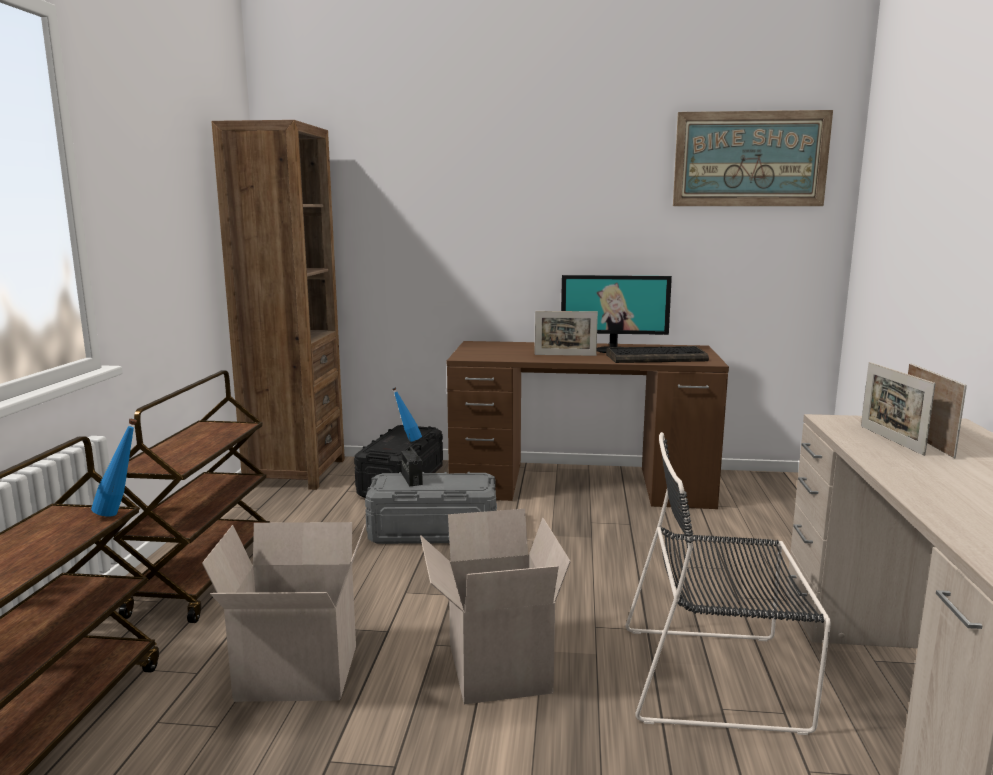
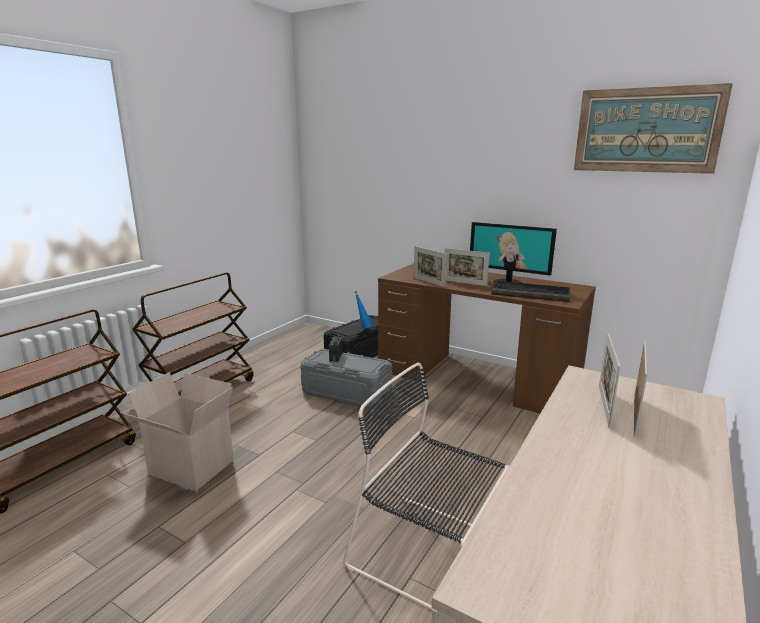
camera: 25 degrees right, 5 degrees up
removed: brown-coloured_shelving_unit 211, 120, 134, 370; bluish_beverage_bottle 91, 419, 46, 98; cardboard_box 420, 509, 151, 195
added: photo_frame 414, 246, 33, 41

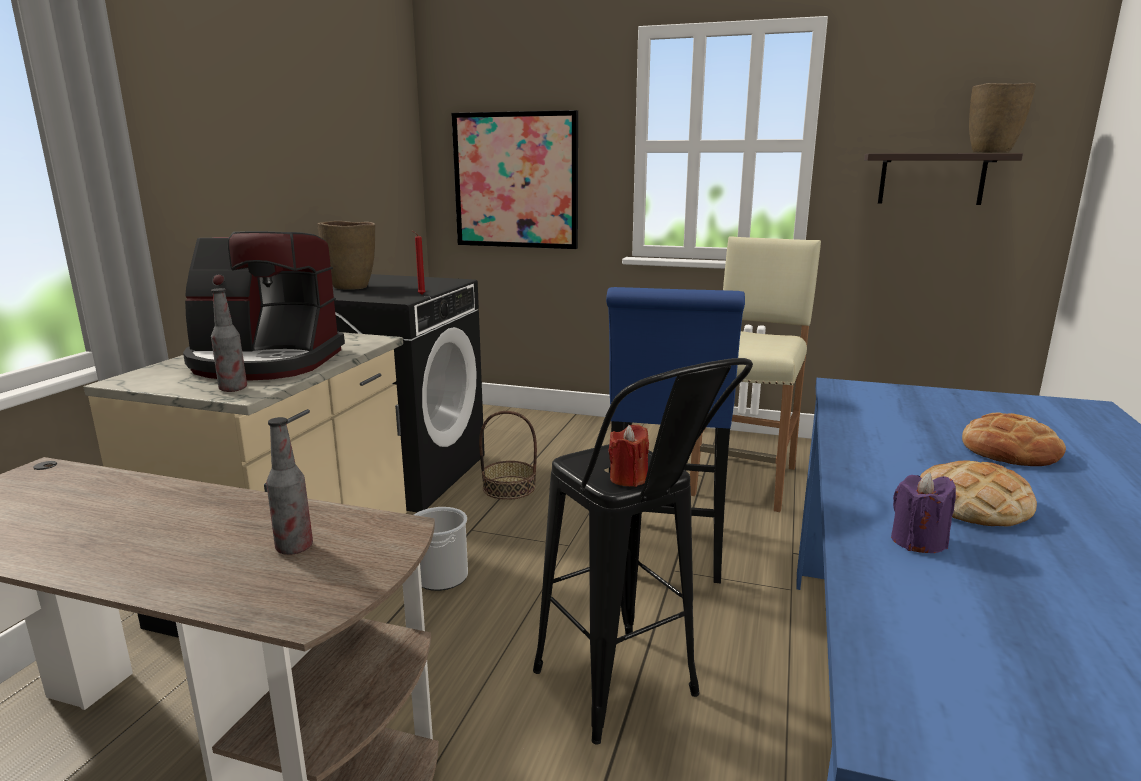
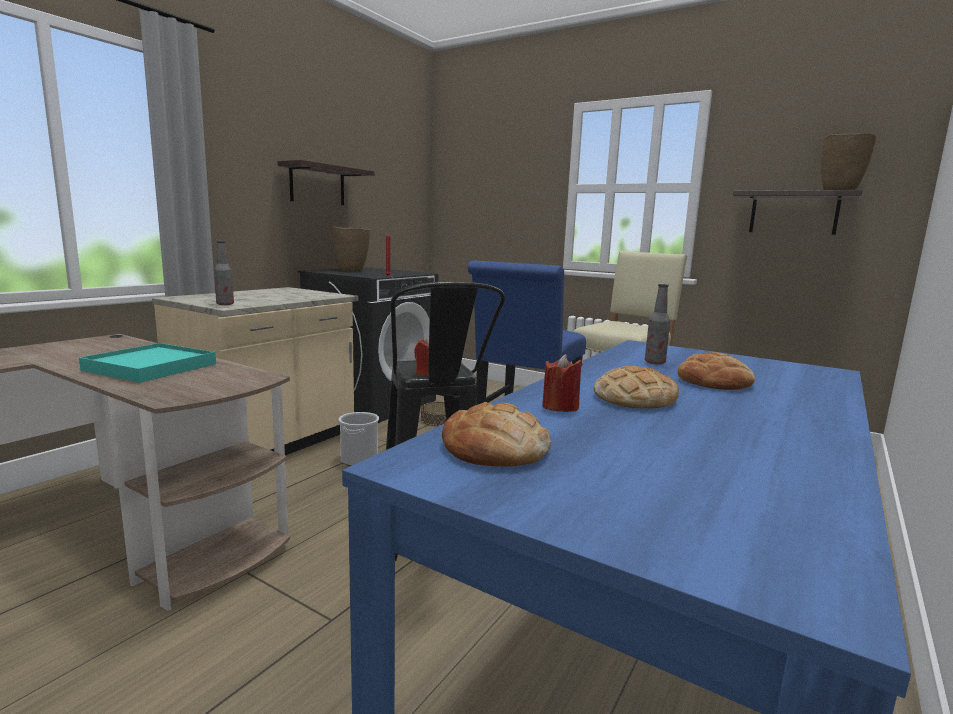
camera: 15 degrees right, 5 degrees down
removed: wall_picture 451, 110, 127, 139; coffee_maker 183, 231, 162, 149
added: wall_shelf 277, 160, 98, 45; turquoise_serving_tray 79, 343, 137, 40; bakery_bread 442, 402, 109, 65
moved: beverage_bottle 266, 417, 47, 138 to 645, 284, 25, 80
recoloured: purplish_wax_candle 891, 472, 65, 81 to red-coloured_wax_candle 542, 354, 41, 58

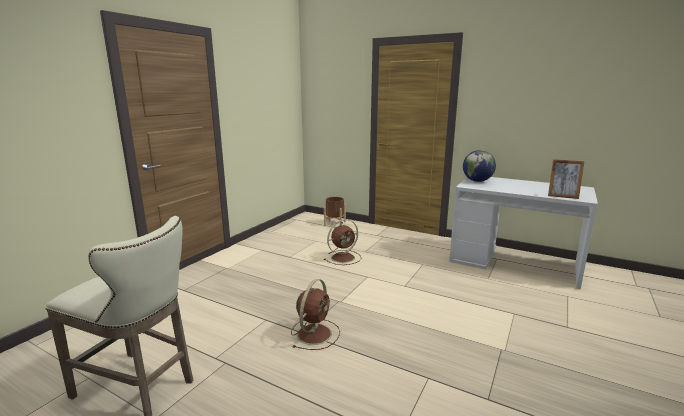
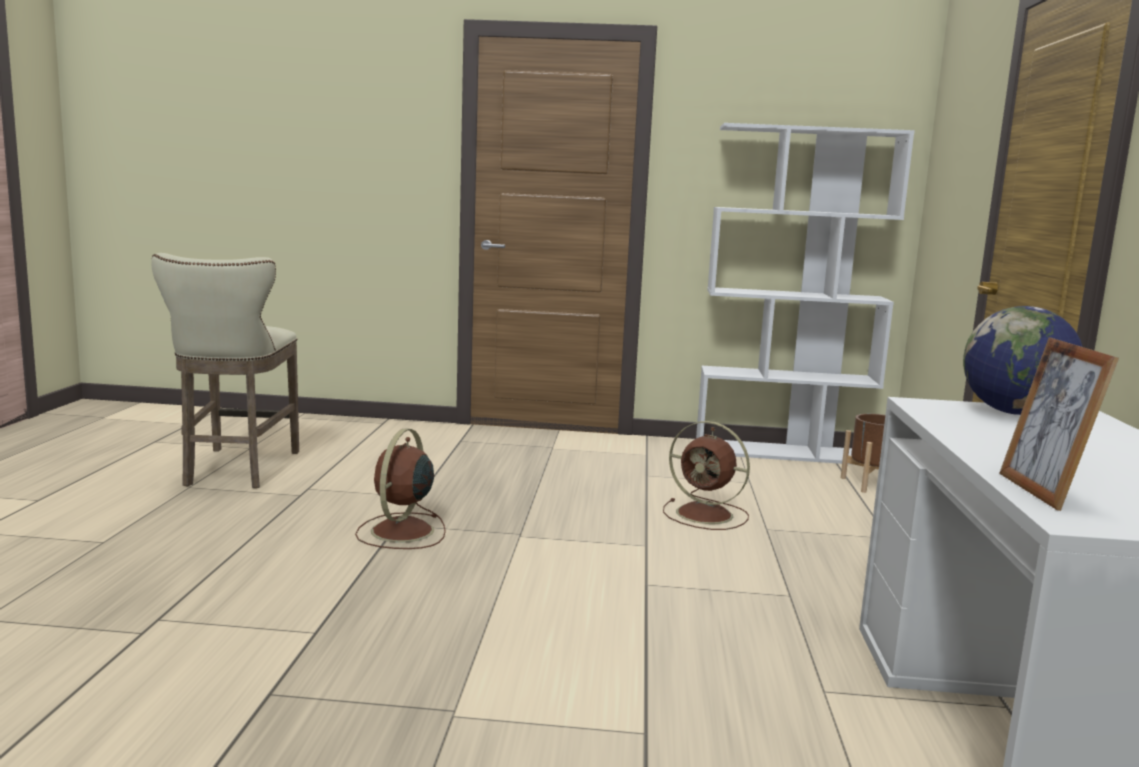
camera: 65 degrees right, 5 degrees down
added: white-coloured_shelving_unit 696, 123, 219, 342
turned: brown-coloured_fan 291, 279, 49, 71 = 355, 429, 91, 120 105 degrees clockwise

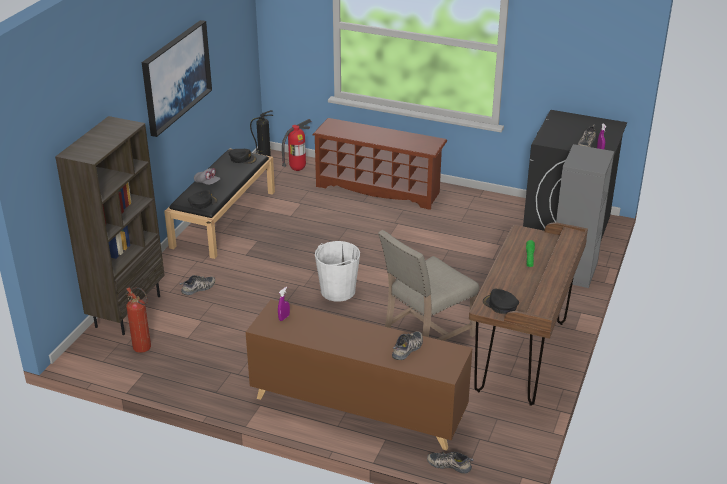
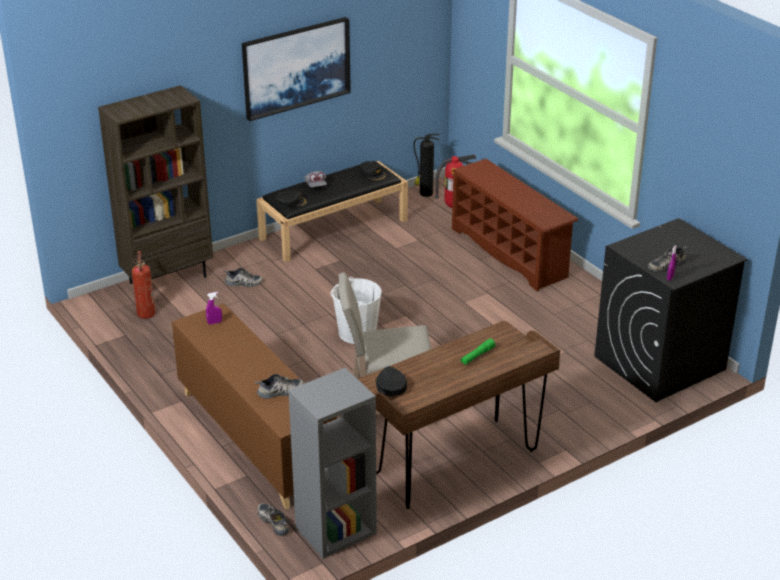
camera: 35 degrees right, 0 degrees up
moved: greyish_shelving_unit 556, 144, 58, 144 to 288, 368, 89, 191

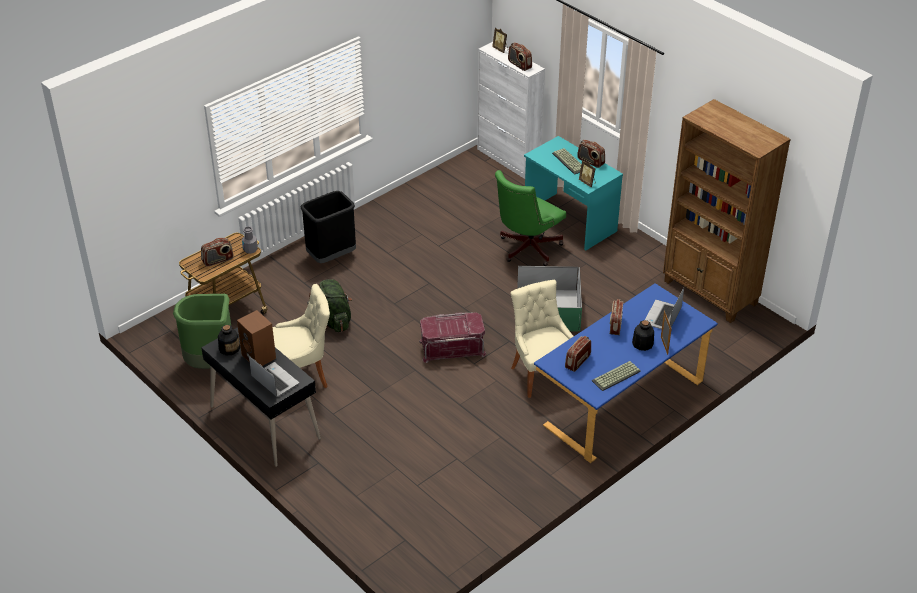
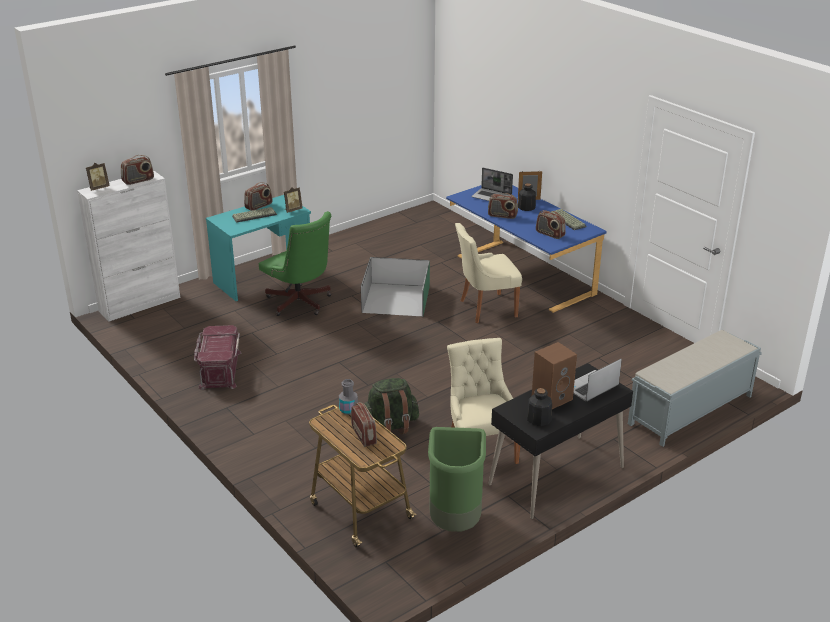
camera: 85 degrees left, 10 degrees down
removed: brown-coloured_shelving_unit 663, 99, 128, 224; blackish_trash_can 301, 191, 55, 72
added: greyish_indoor_bench 628, 330, 134, 117
moved: red-coloured_storage_container 419, 312, 67, 51 to 194, 325, 47, 65

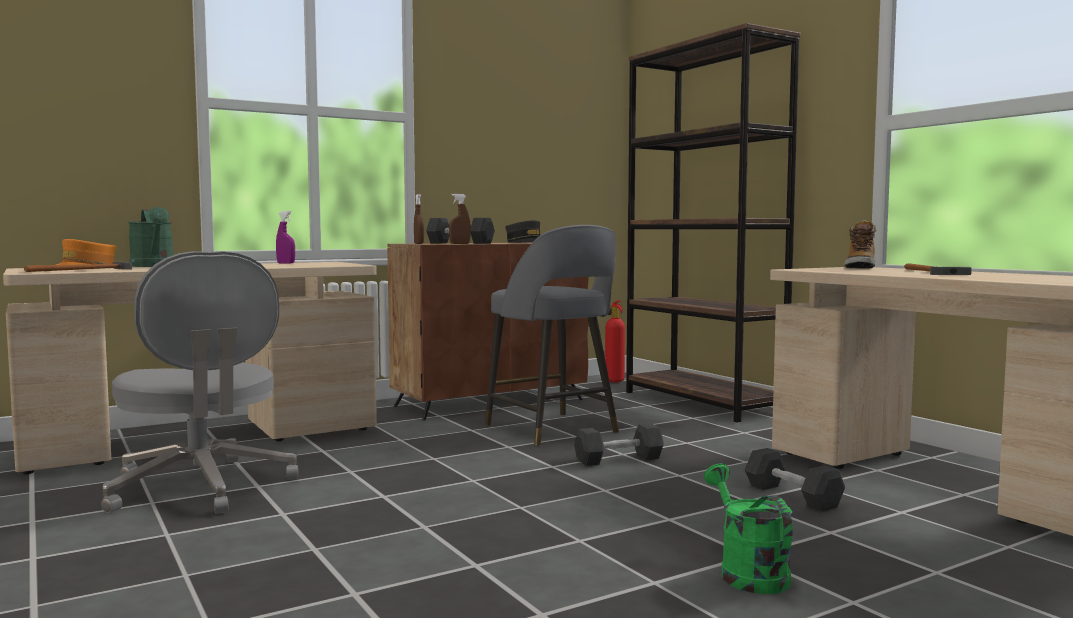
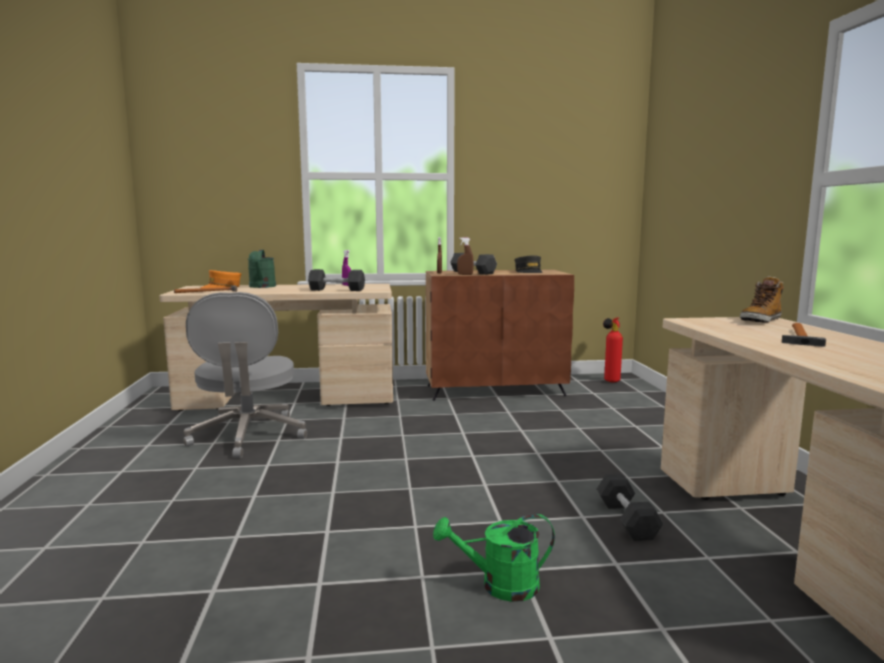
camera: 25 degrees right, 5 degrees up
removed: brown-coloured_shelving_unit 626, 23, 175, 399; greyish_stool_seat 485, 225, 134, 221
moved: blackish_hand_weight 574, 423, 90, 43 to 308, 269, 57, 22
turned: greenish_watering_pot 704, 463, 88, 131 = 433, 514, 122, 88 105 degrees counterclockwise

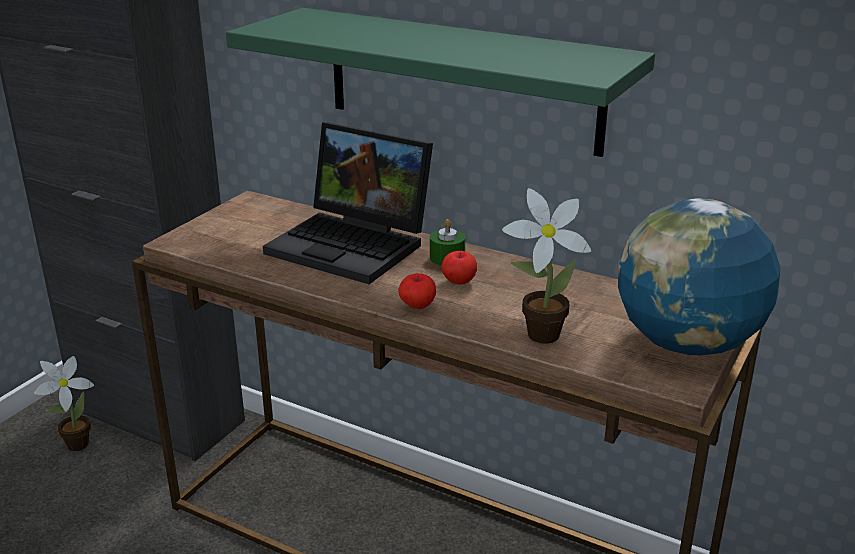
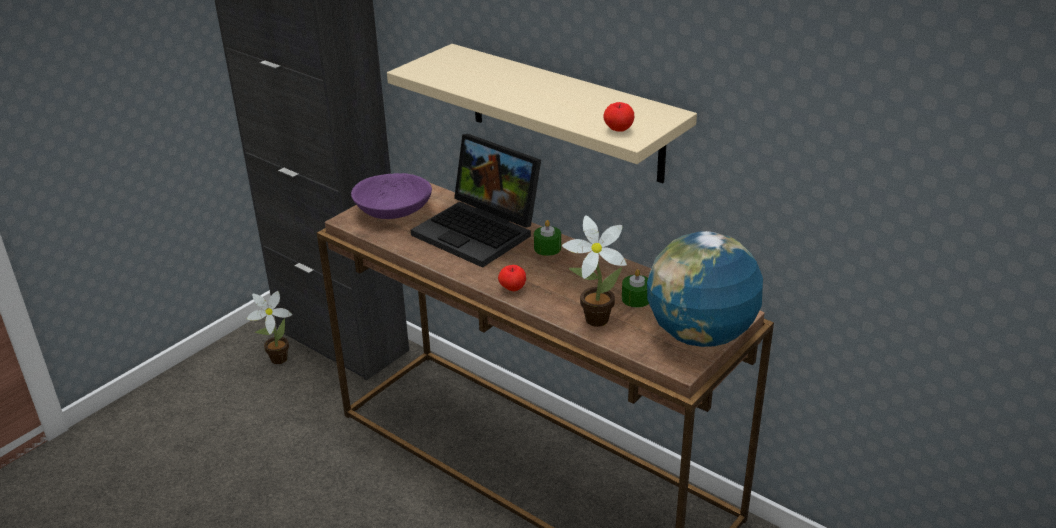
camera: 10 degrees right, 5 degrees up
added: purplish_bowl 351, 173, 81, 46; greenish_wax_candle 622, 269, 27, 39
moved: whole_apple 441, 251, 36, 34 to 603, 102, 31, 30
recoloured: greenish_wall_shelf 226, 8, 429, 149 to beige_wall_shelf 387, 44, 310, 139

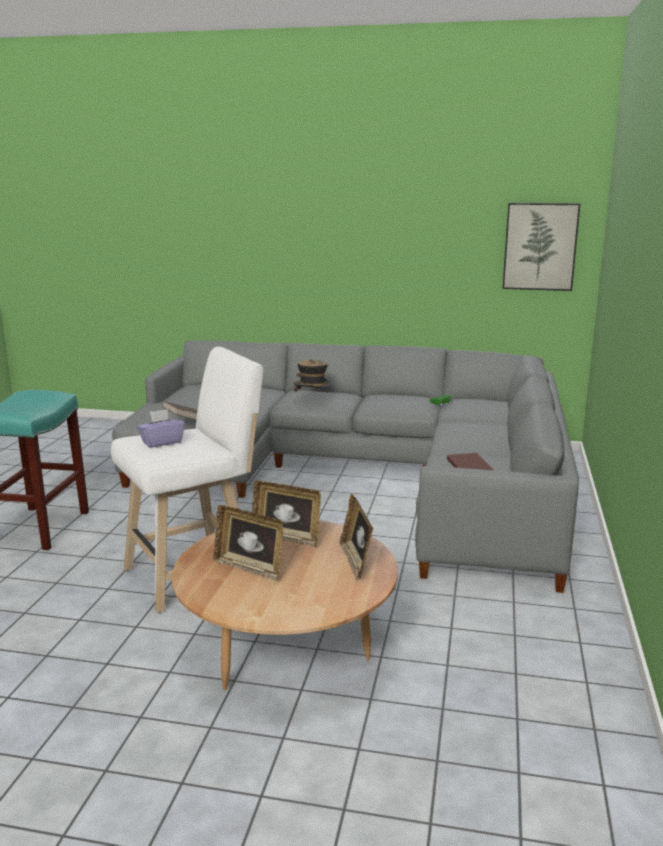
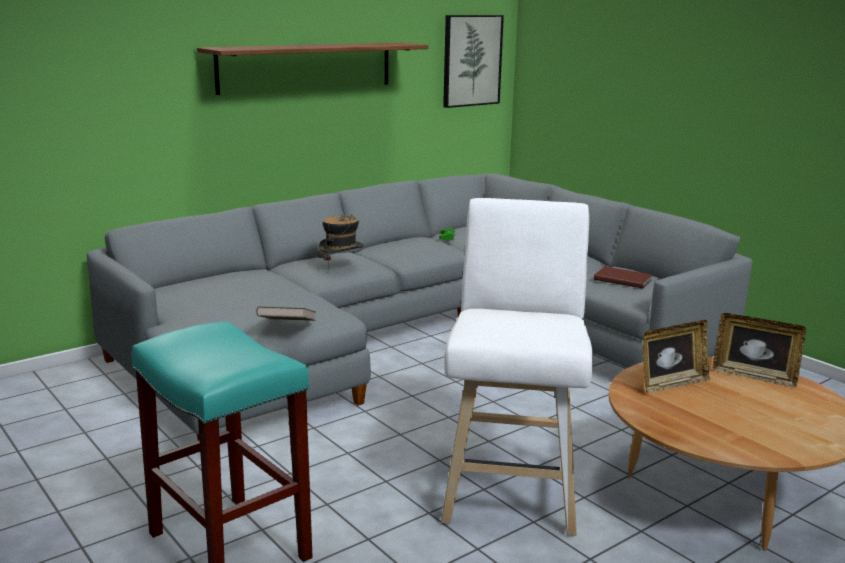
camera: 50 degrees left, 0 degrees up
removed: purplish_tissue_box 137, 409, 48, 39; photo_frame 213, 505, 70, 76
added: wall_shelf 197, 42, 231, 53

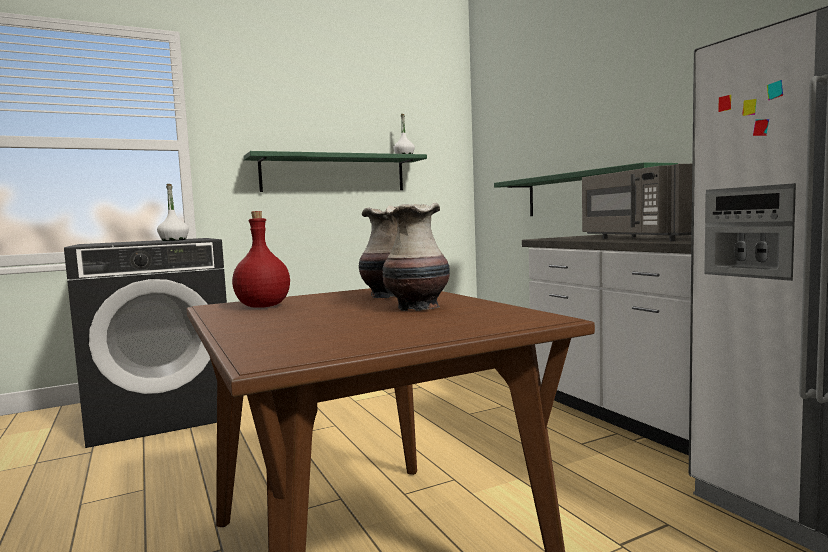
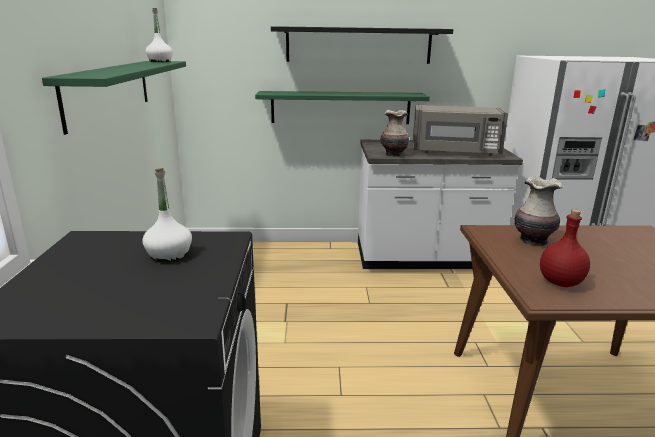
camera: 65 degrees left, 15 degrees up
added: blackish_wall_shelf 271, 26, 182, 38
moved: vase 382, 203, 68, 108 to 380, 110, 29, 47

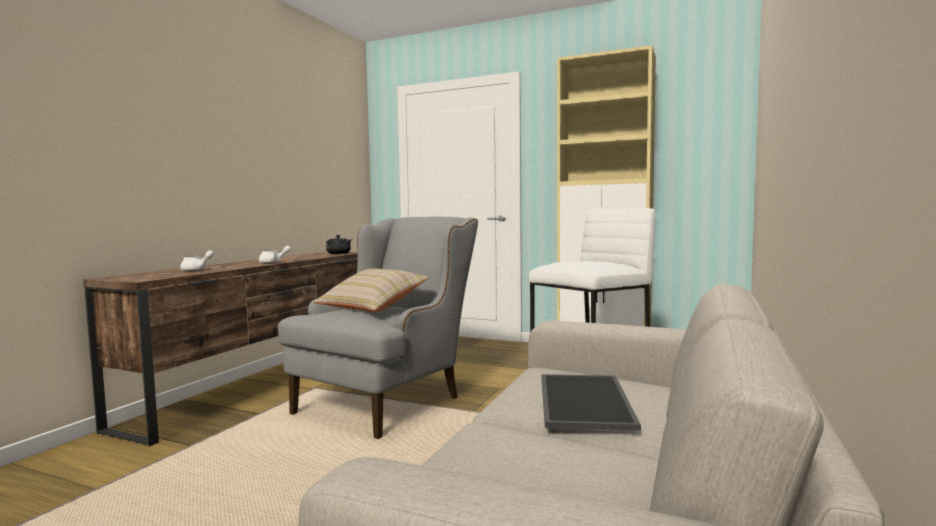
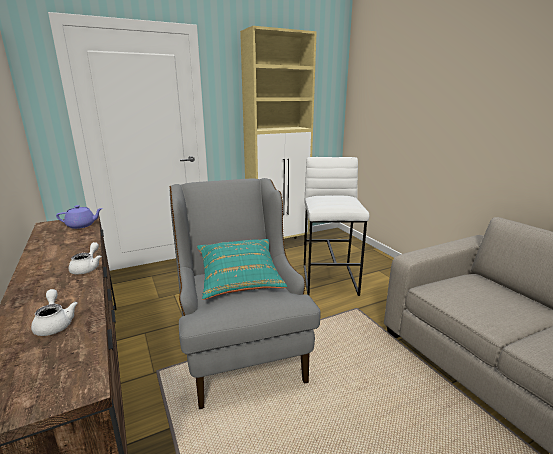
camera: 50 degrees left, 15 degrees up
removed: serving_tray 542, 374, 99, 57
recoloured: blackish_pot_for_tea 326, 235, 26, 19 to purplish_pot_for_tea 56, 205, 47, 24; beige_cushion 313, 269, 115, 43 to turquoise_cushion 196, 239, 91, 61

